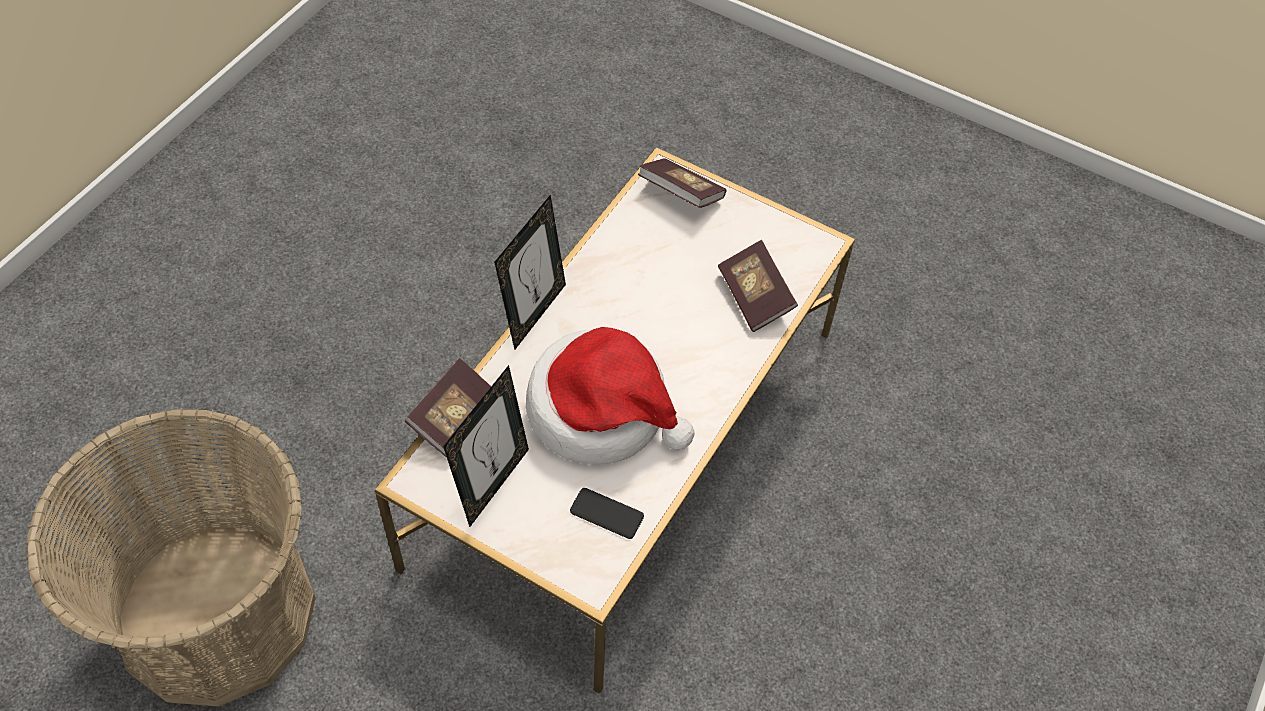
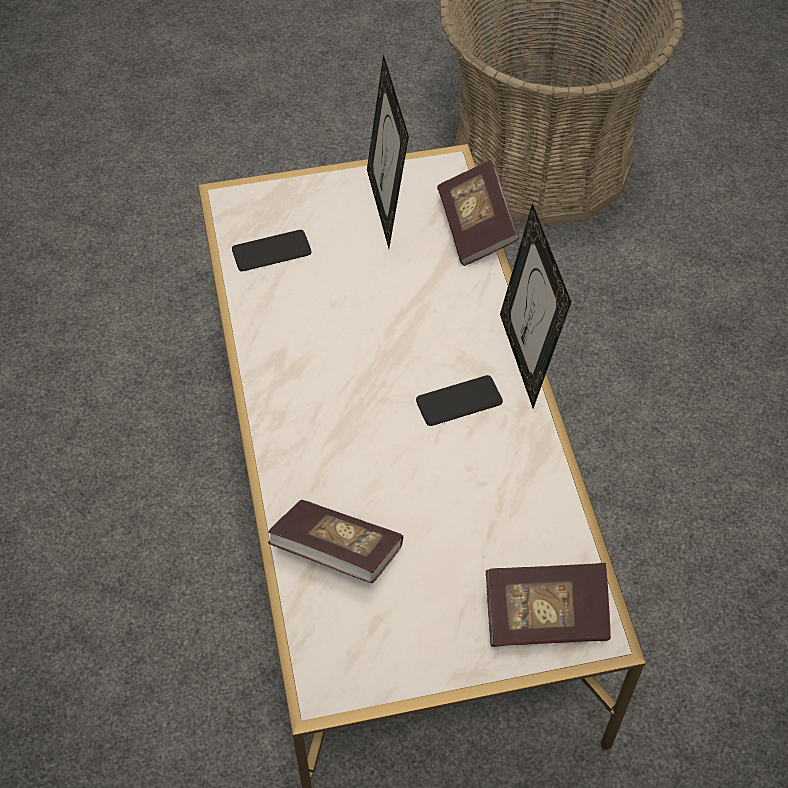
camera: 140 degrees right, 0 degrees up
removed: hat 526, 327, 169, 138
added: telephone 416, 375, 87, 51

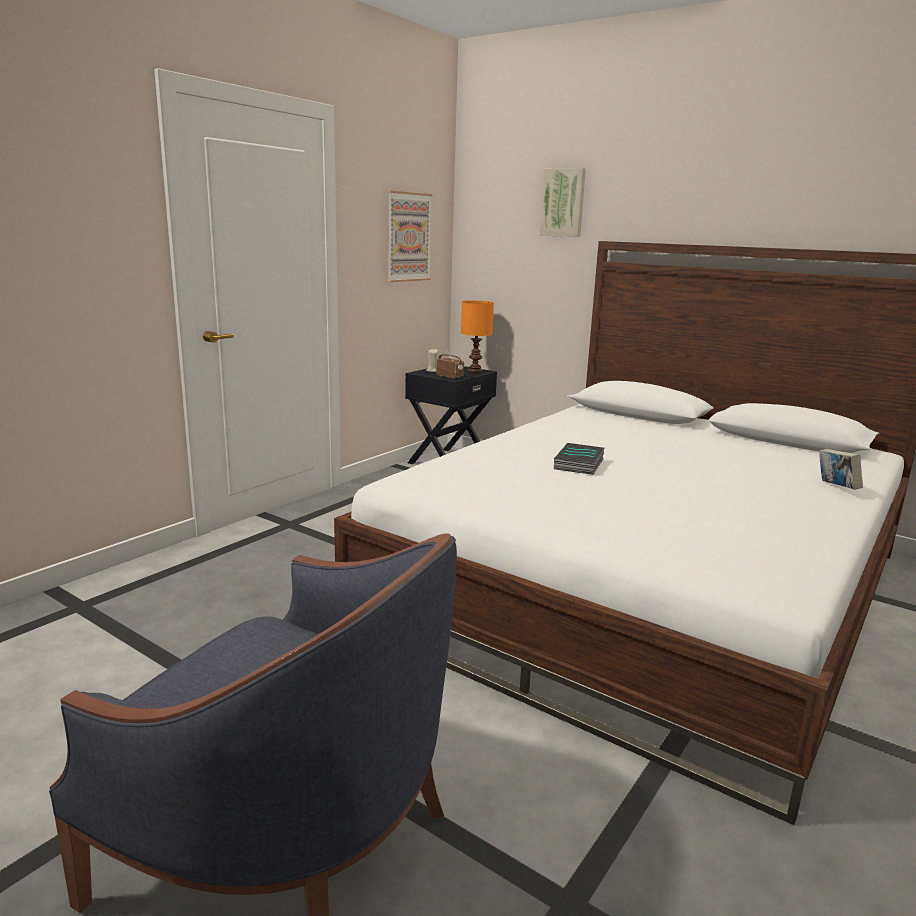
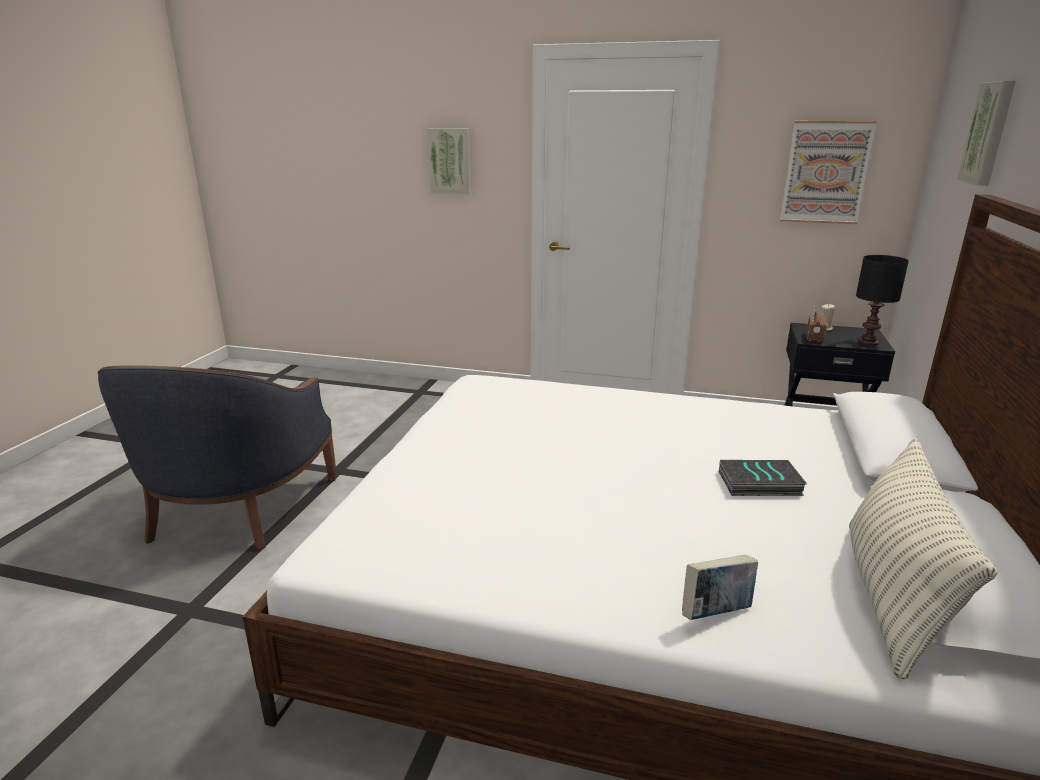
camera: 70 degrees right, 5 degrees up
added: wall_picture 427, 128, 44, 66; cushion 849, 438, 149, 241
moved: volume 554, 443, 51, 32 to 719, 460, 88, 36
recoloured: orange_lamp_for_a_table 461, 300, 33, 73 to blackish_lamp_for_a_table 856, 255, 53, 91

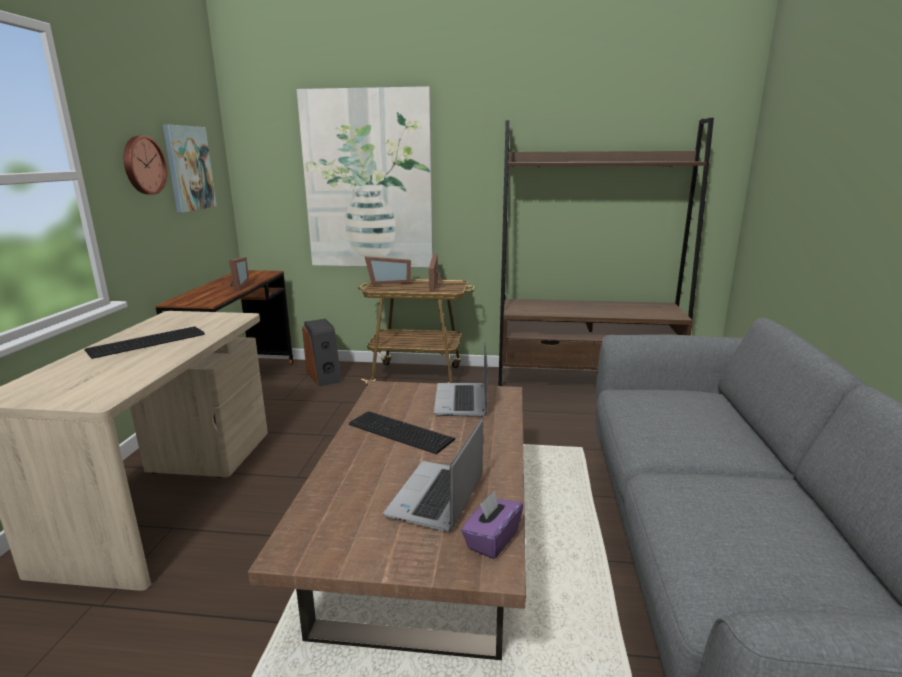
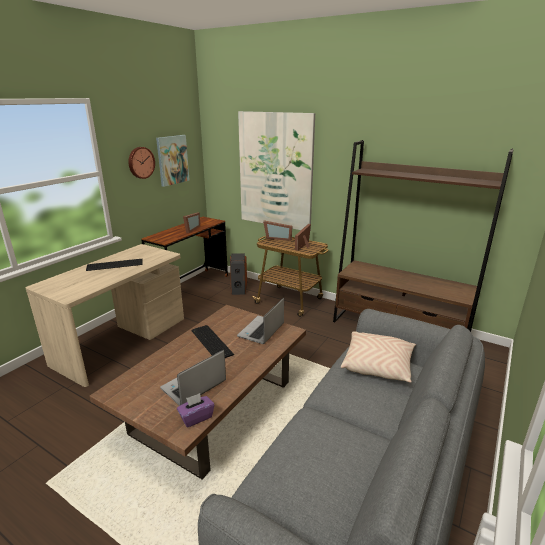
camera: 25 degrees right, 5 degrees up
added: beige_cushion 341, 331, 75, 52

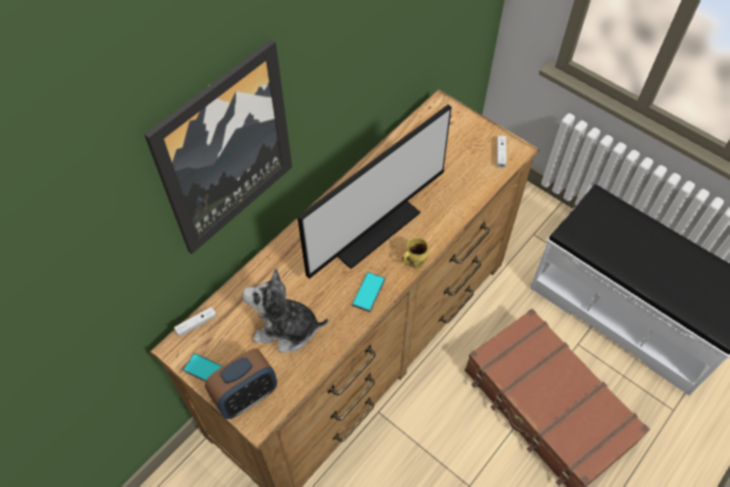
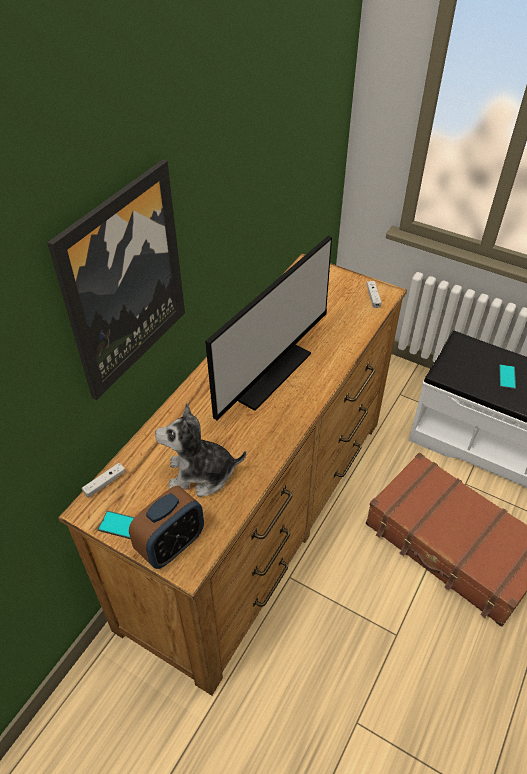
camera: 10 degrees left, 10 degrees down
removed: yellow_coffee_mug 402, 237, 27, 31
moved: telephone 352, 272, 33, 40 to 499, 364, 17, 26

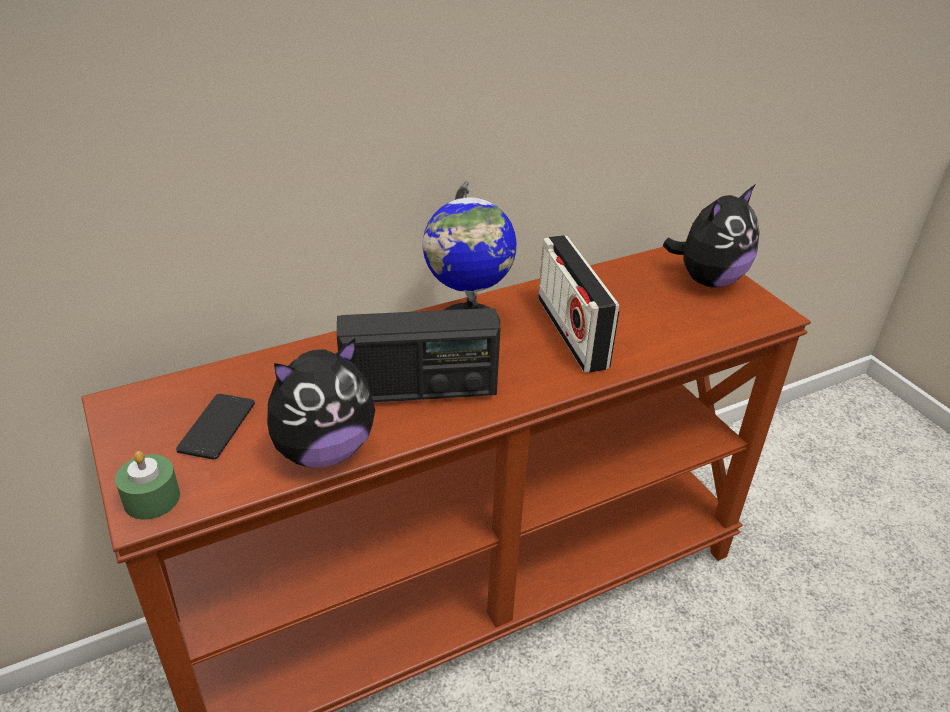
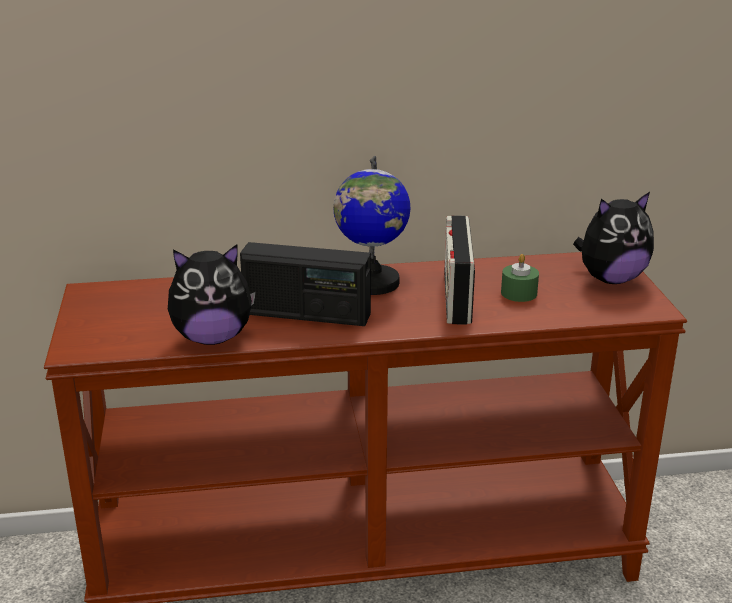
camera: 20 degrees right, 10 degrees down
removed: telephone 176, 394, 79, 66
moved: greenish_wax_candle 115, 451, 65, 69 to 501, 254, 38, 48

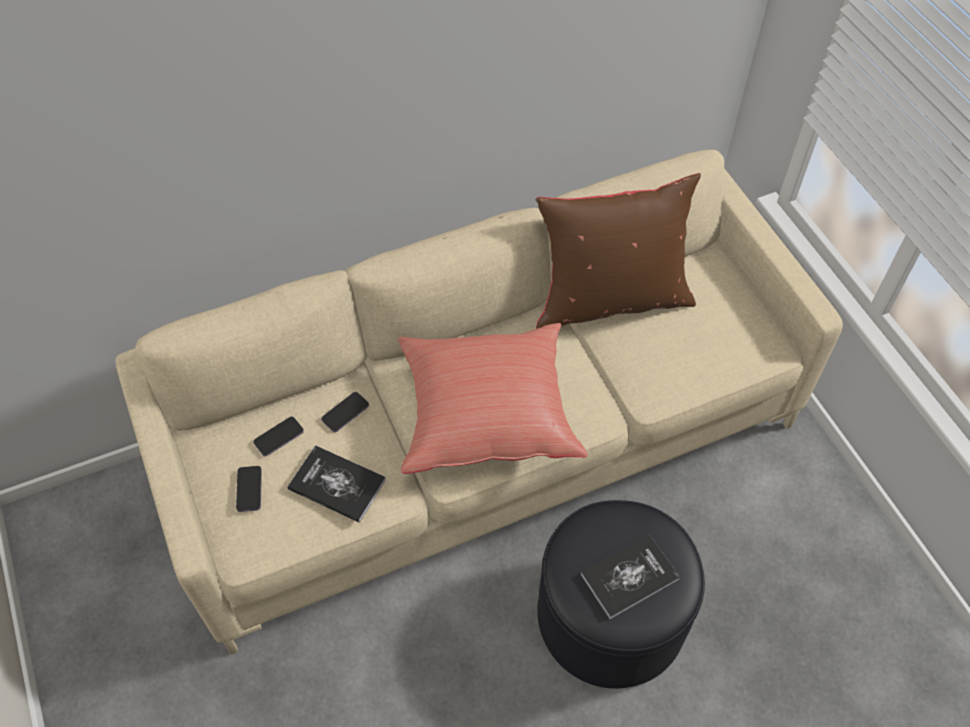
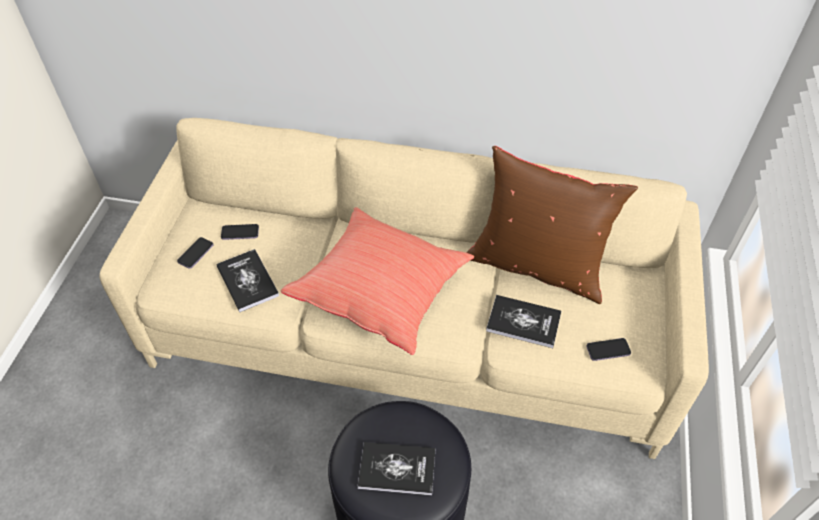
camera: 35 degrees right, 5 degrees down
added: volume 486, 295, 75, 53
moved: telephone 321, 392, 48, 40 to 586, 338, 45, 23

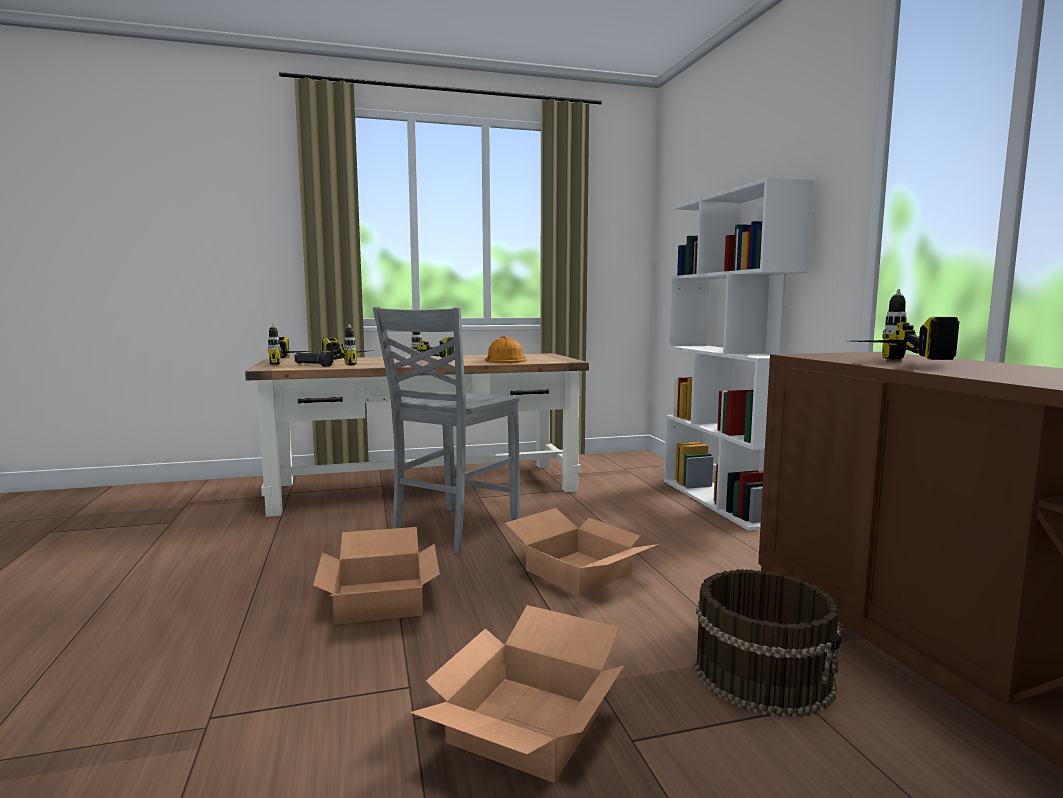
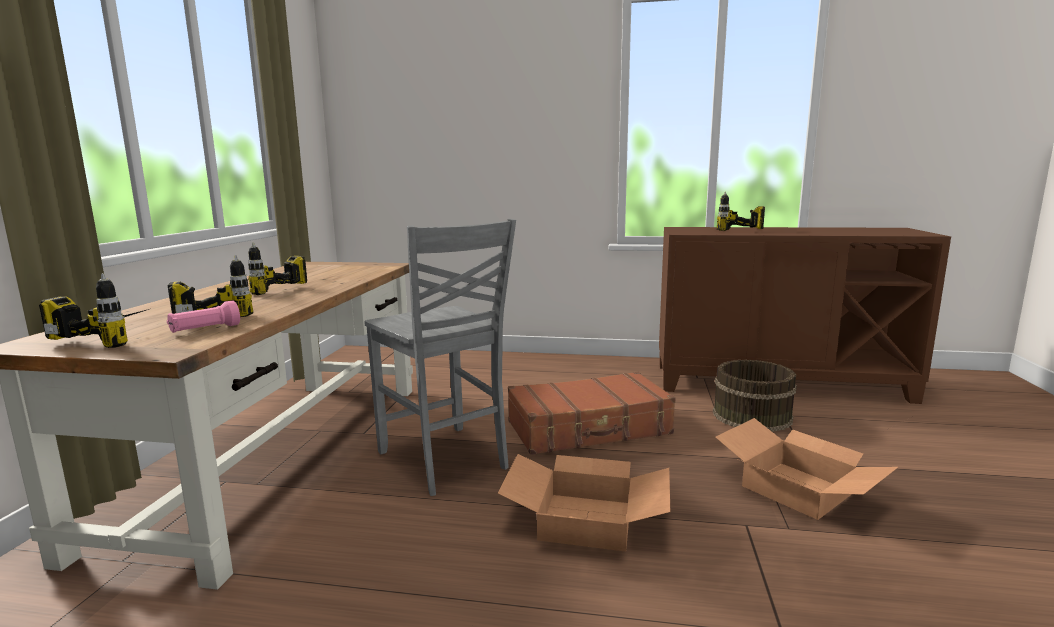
camera: 65 degrees left, 5 degrees up
removed: white-coloured_shelving_unit 664, 177, 150, 354; orange_hard_hat 484, 336, 43, 27
replaced: cardboard_box 505, 508, 154, 88 to brown-coloured_travel_case 508, 371, 168, 84
recoloured: blackish_torch 295, 351, 39, 16 to pink-coloured_torch 167, 301, 73, 32

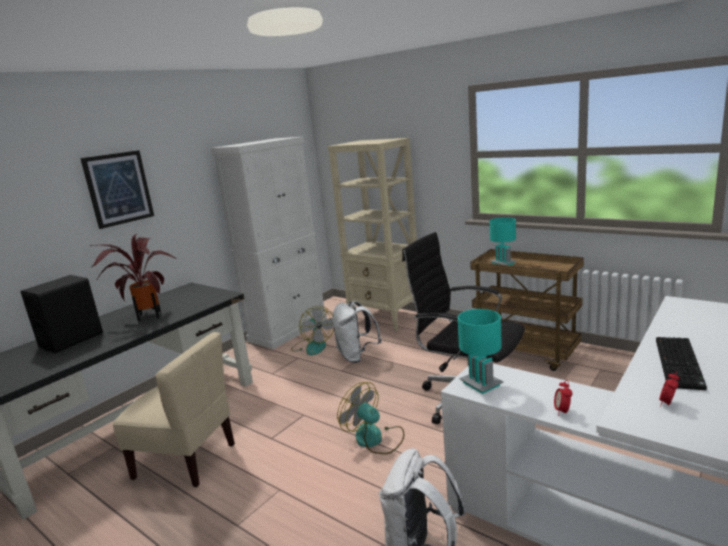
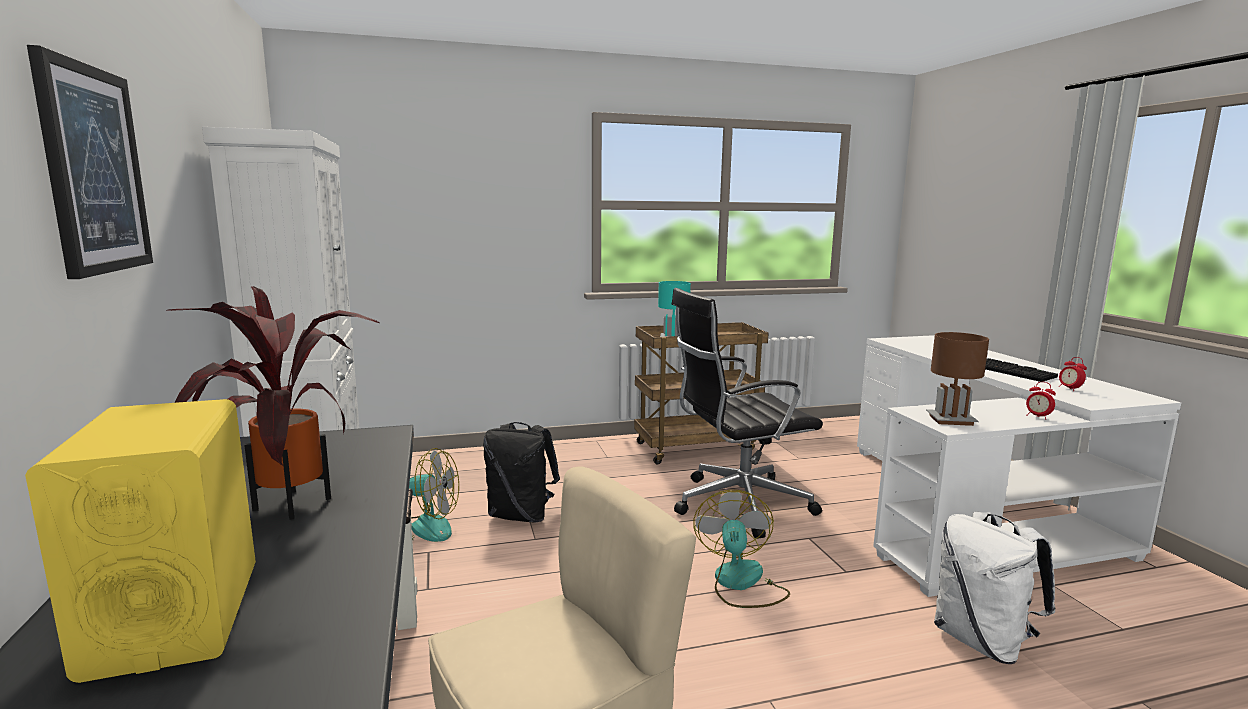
camera: 55 degrees left, 5 degrees down
removed: beige_shelving_unit 328, 138, 89, 193
recoloured: blackish_speaker 21, 275, 82, 78 to yellow_speaker 25, 399, 231, 284; white-coloured_rucksack 332, 301, 50, 62 to blackish_rucksack 483, 422, 77, 100; turquoise_lamp_for_a_table 458, 309, 46, 85 to brown-coloured_lamp_for_a_table 926, 332, 63, 94
turned: fan 337, 382, 67, 72 = 693, 490, 97, 118 105 degrees clockwise

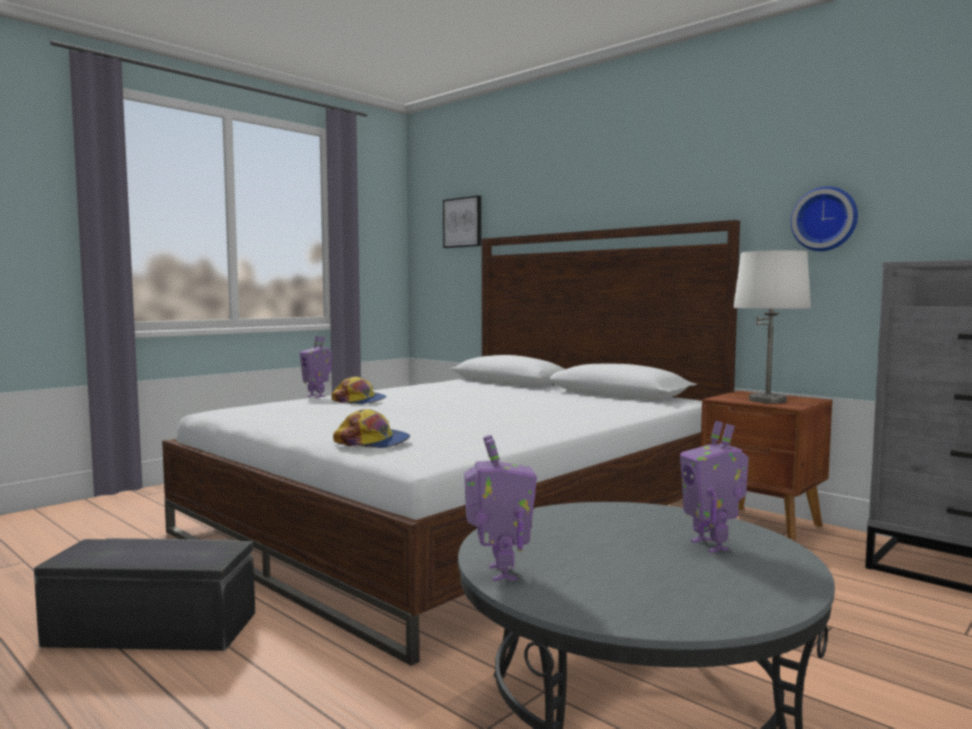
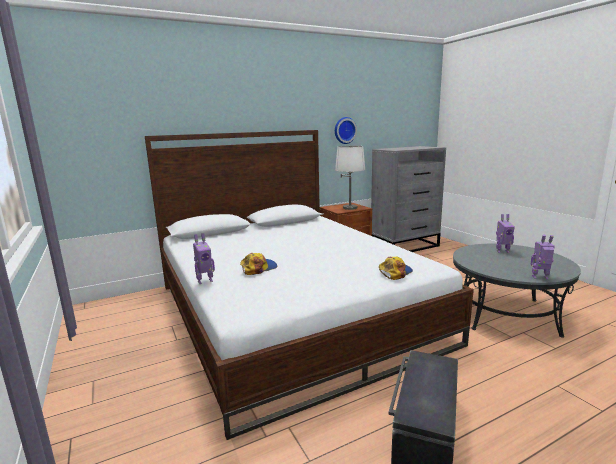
camera: 70 degrees left, 10 degrees up
removed: wall_picture 443, 195, 38, 53

